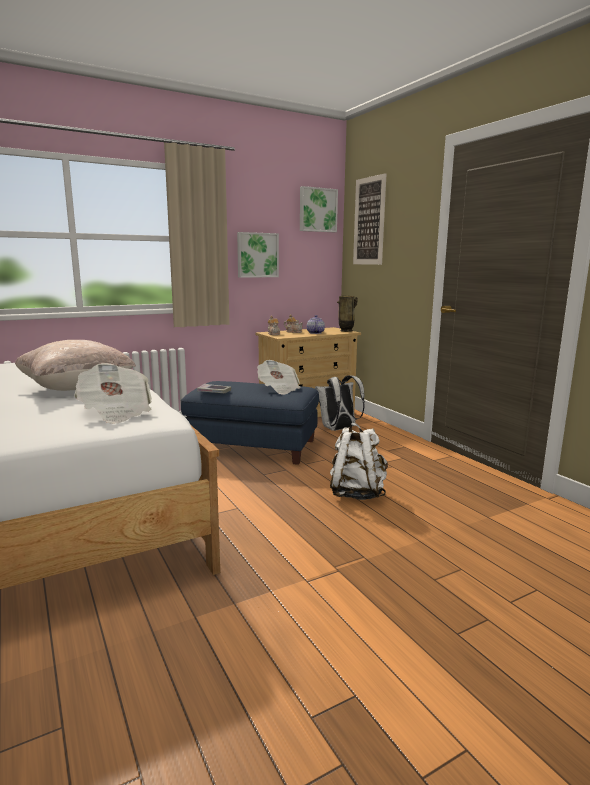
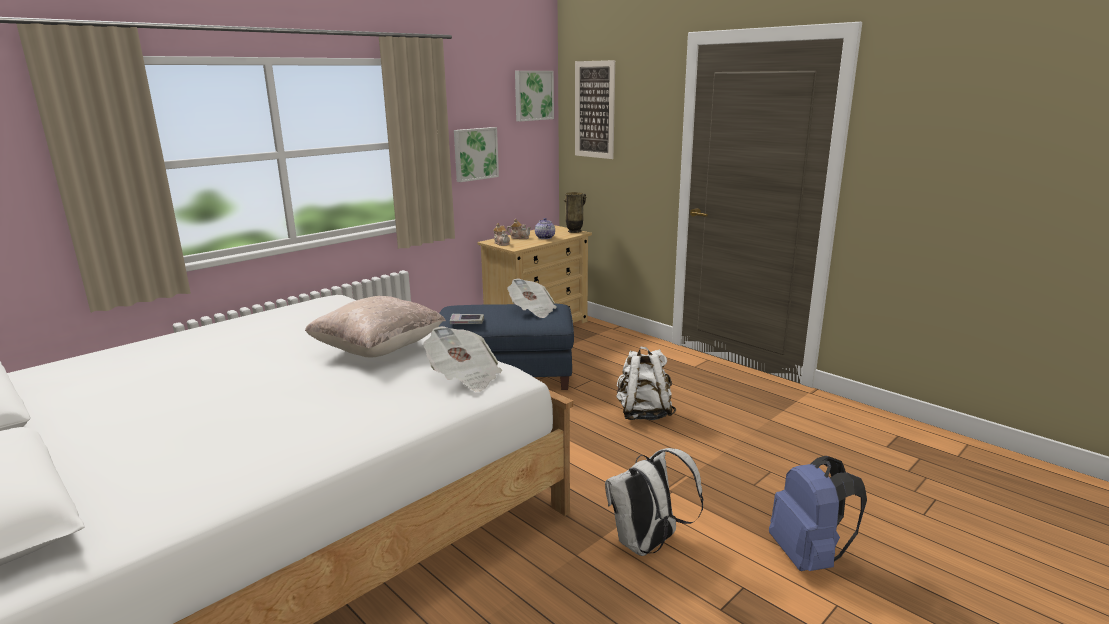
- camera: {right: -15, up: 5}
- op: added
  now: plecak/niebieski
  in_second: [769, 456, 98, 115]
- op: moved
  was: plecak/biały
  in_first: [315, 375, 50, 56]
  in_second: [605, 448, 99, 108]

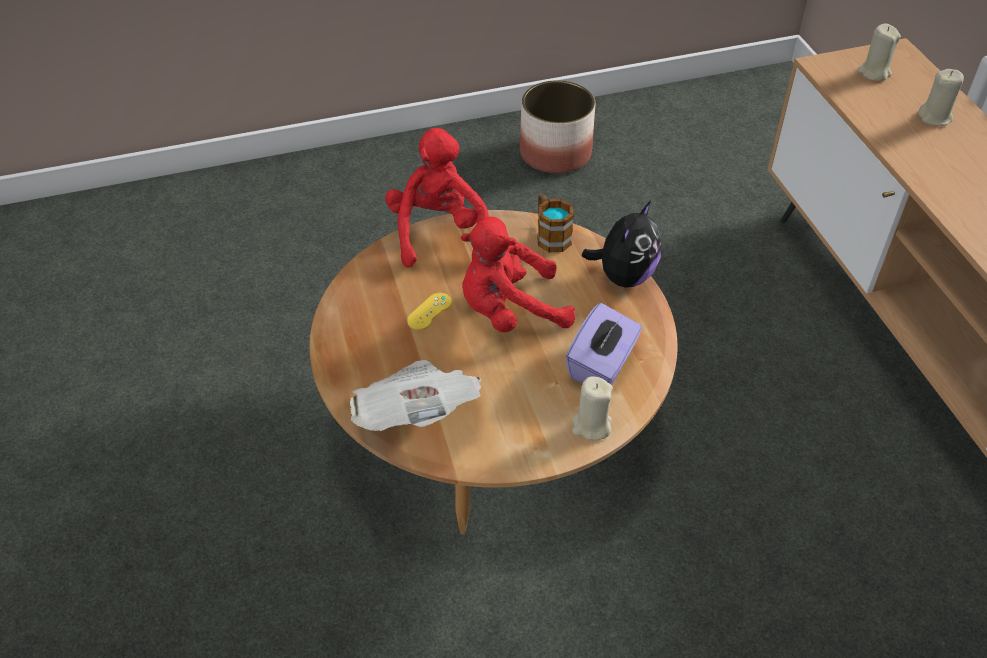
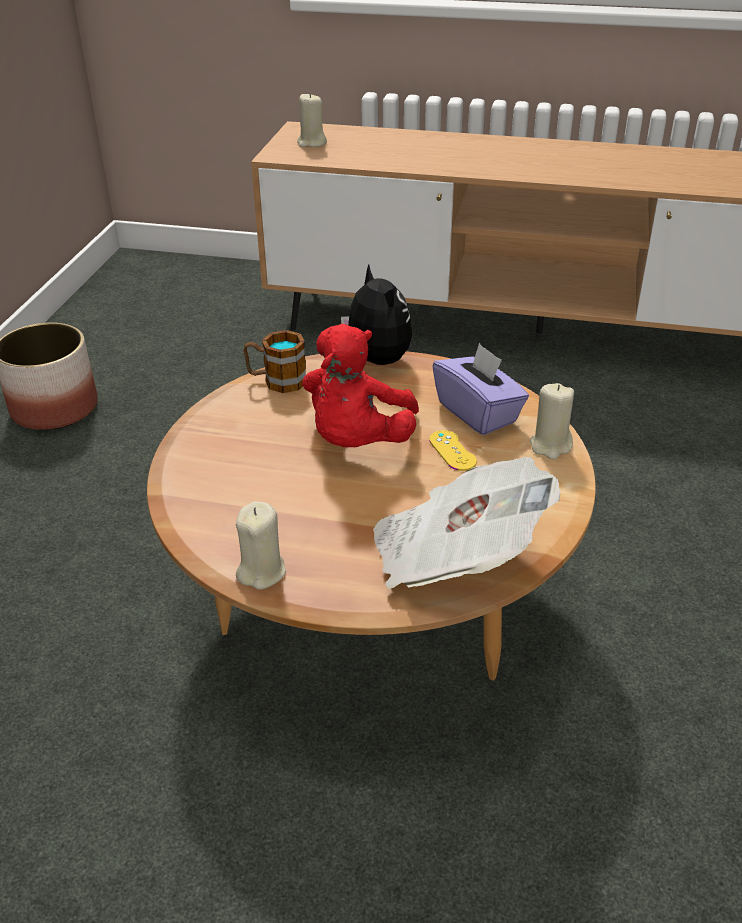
- camera: {right: -60, up: -10}
- op: removed
  was: pluszak/czerwony
  in_first: [385, 128, 104, 140]
- op: moved
  was: pad do gier/żółty
  in_first: [407, 293, 45, 37]
  in_second: [429, 430, 48, 41]
- op: moved
  was: świeca/beżowy
  in_first: [918, 69, 46, 57]
  in_second: [236, 501, 50, 89]

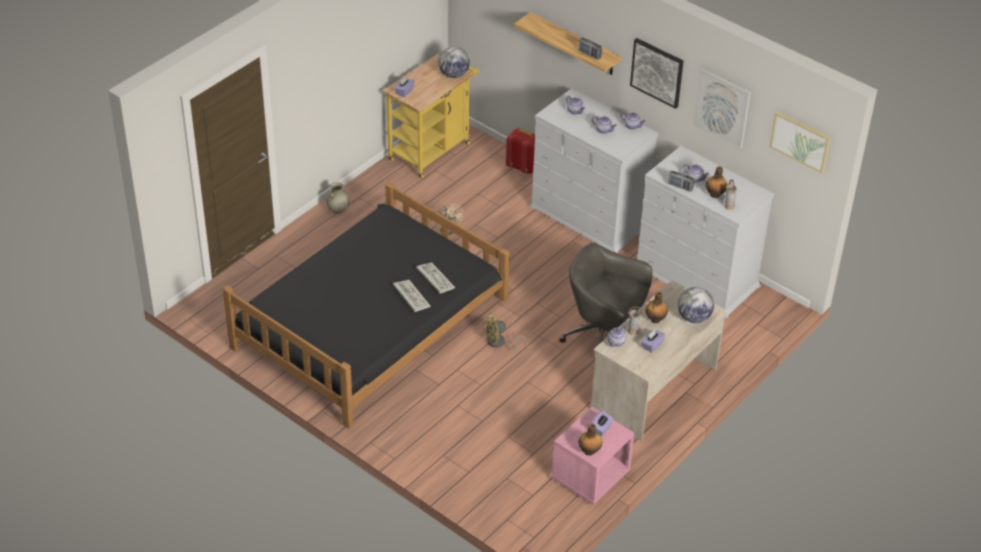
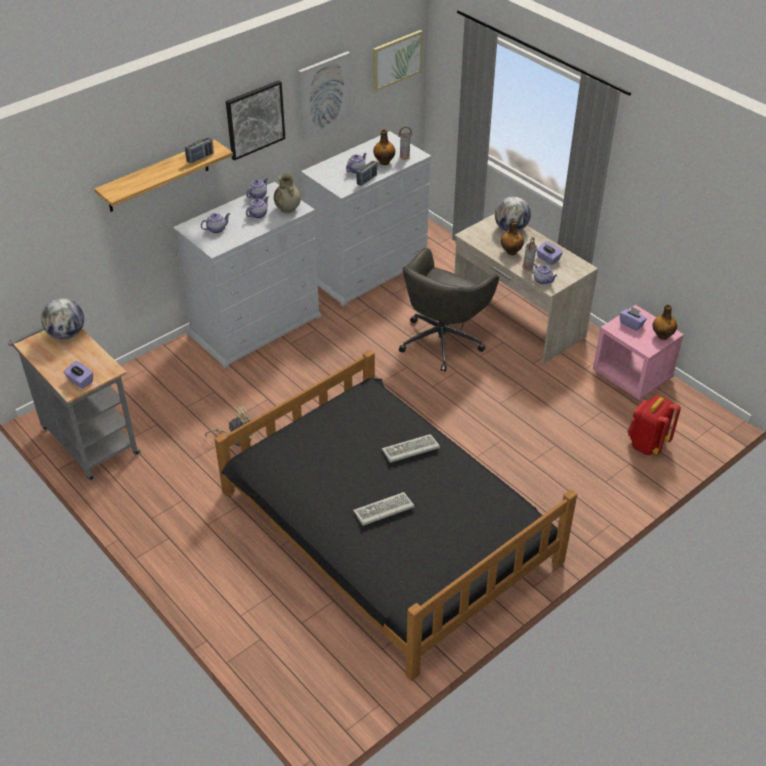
- camera: {right: -80, up: 0}
- op: removed
  was: wentylator/żółty
  in_first: [484, 312, 44, 40]
- op: moved
  was: wazon/beżowy
  in_first: [326, 182, 23, 32]
  in_second: [274, 173, 27, 40]
- op: moved
  was: klawiatura
  in_first: [416, 262, 39, 32]
  in_second: [353, 492, 62, 34]
- op: moved
  was: plecak/czerwony
  in_first: [506, 128, 29, 46]
  in_second: [628, 395, 53, 60]
- op: recoloured
  was: wózek/żółty
  now: wózek/szary
  in_first: [383, 54, 97, 125]
  in_second: [8, 327, 132, 154]

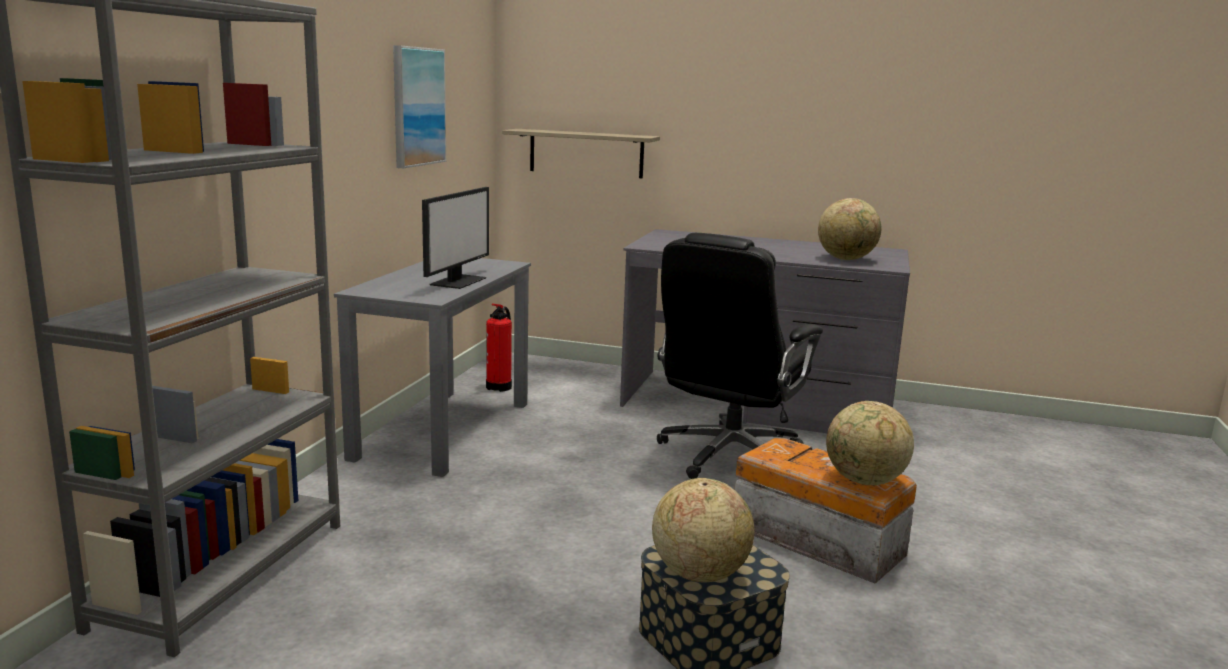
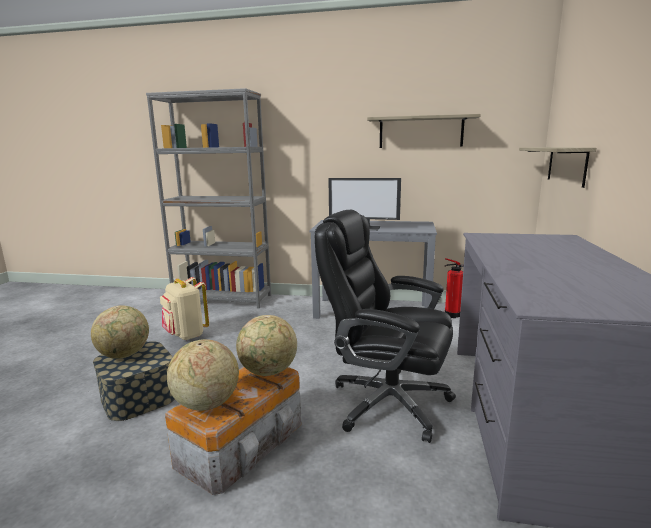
- camera: {right: 85, up: 0}
- op: added
  now: plecak/beżowy
  in_second: [160, 277, 49, 63]
- op: moved
  was: globus
  in_first: [818, 198, 63, 62]
  in_second: [236, 315, 61, 61]
- op: replaced
  was: obraz
  now: półka
  in_first: [393, 45, 53, 123]
  in_second: [367, 114, 114, 34]

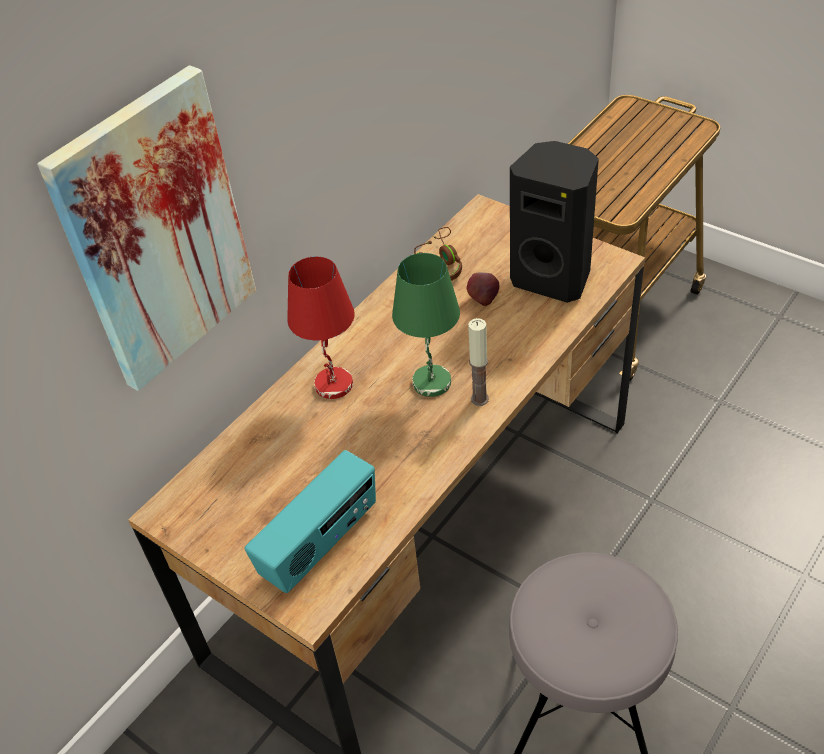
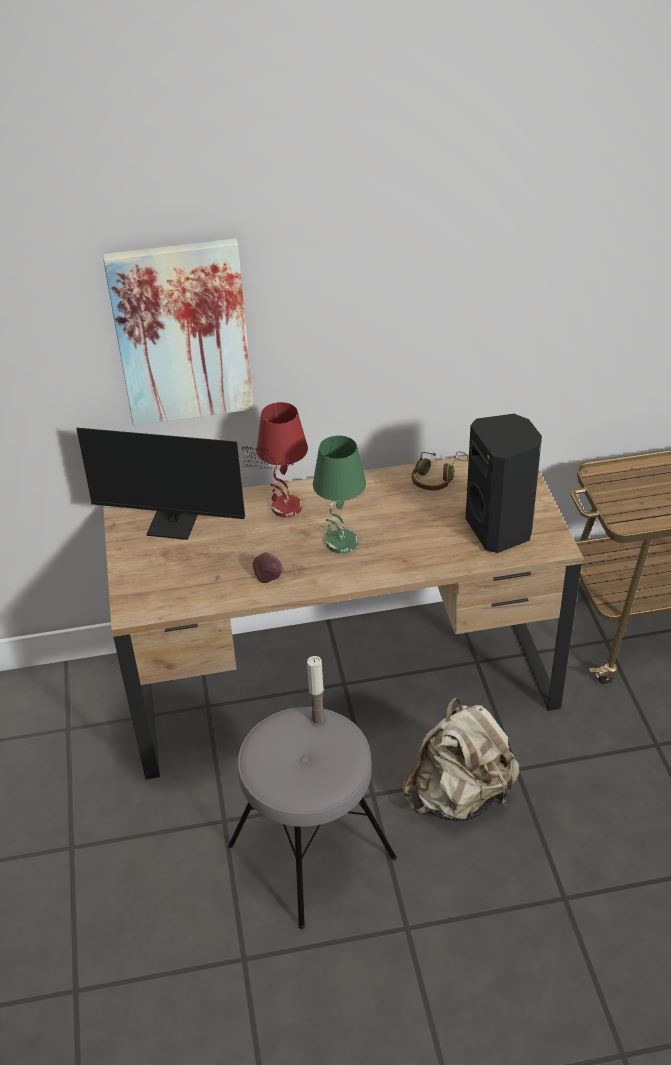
- camera: {right: 40, up: -5}
- op: removed
  was: radio
  in_first: [245, 450, 131, 143]
- op: added
  now: monitor
  in_second: [76, 428, 214, 112]
- op: added
  now: plecak/beżowy
  in_second: [402, 698, 118, 123]
- op: moved
  was: jabłko
  in_first: [466, 272, 33, 34]
  in_second: [253, 552, 30, 31]
- op: moved
  was: świeca
  in_first: [468, 318, 21, 88]
  in_second: [307, 656, 19, 70]

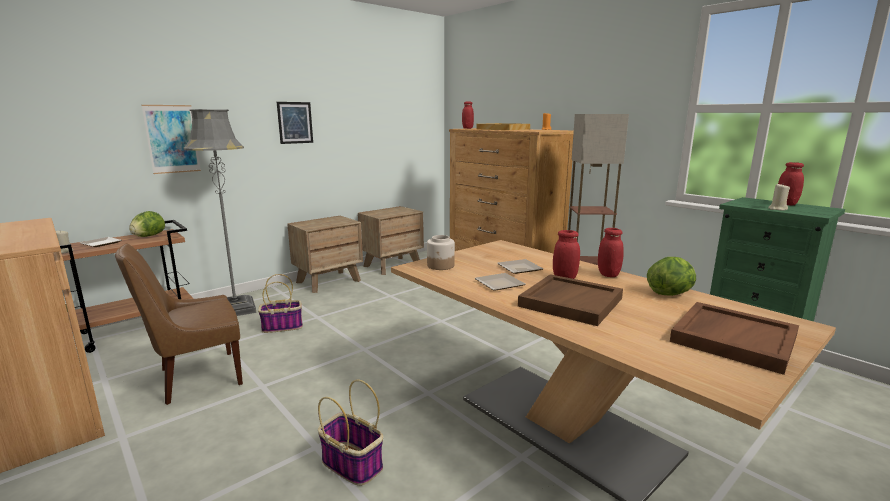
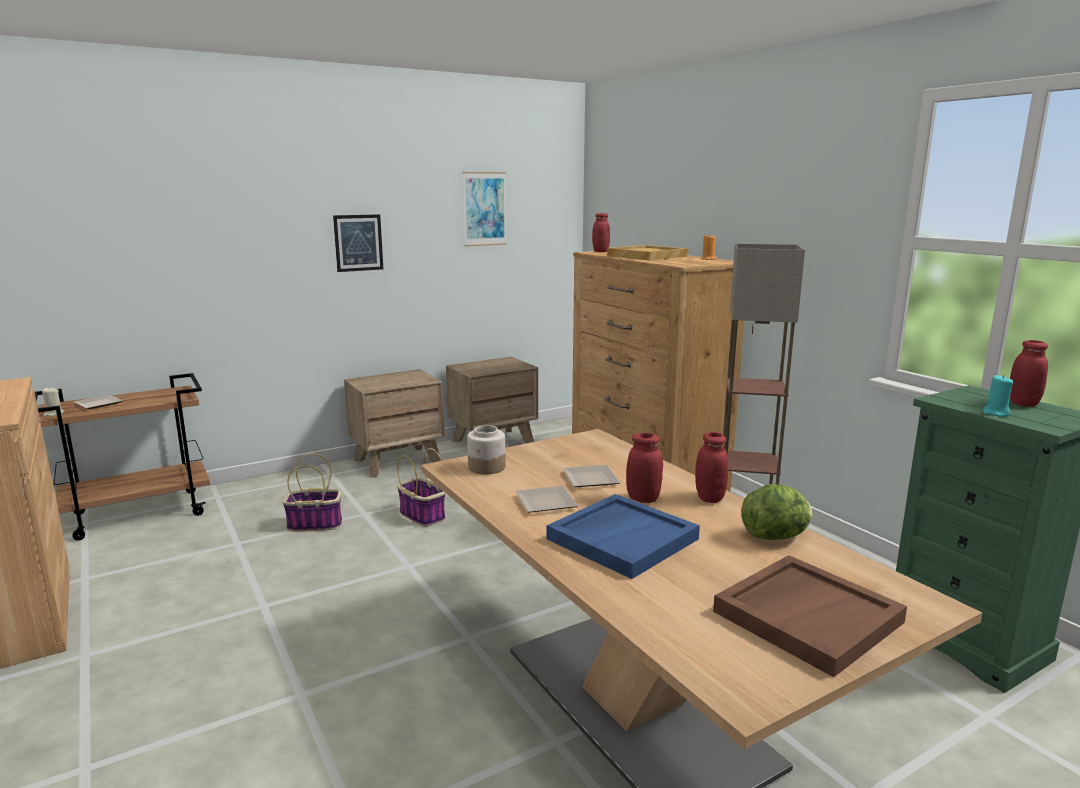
- camera: {right: 10, up: 0}
- op: removed
  was: krzesło/brązowy
  in_first: [115, 243, 128, 162]
- op: removed
  was: sałata
  in_first: [129, 211, 36, 26]
- op: removed
  was: lampa stojąca/szary
  in_first: [183, 109, 73, 207]
- op: moved
  was: obraz
  in_first: [141, 105, 60, 69]
  in_second: [463, 172, 44, 74]
- op: moved
  was: koszyk
  in_first: [318, 379, 65, 107]
  in_second: [397, 448, 48, 79]
- op: recoloured
  was: taca/brązowy
  now: taca/niebieski
  in_first: [518, 274, 105, 52]
  in_second: [547, 494, 153, 85]
- op: recoloured
  was: świeca/beżowy
  now: świeca/turkusowy
  in_first: [768, 184, 22, 26]
  in_second: [982, 375, 31, 42]

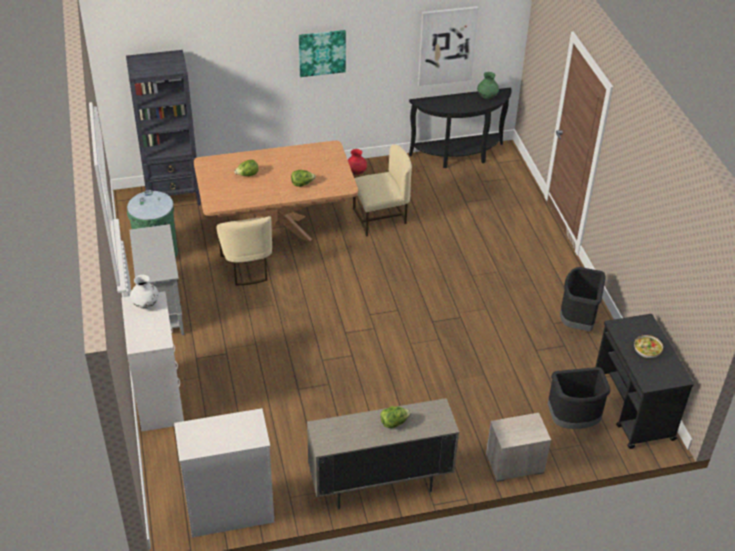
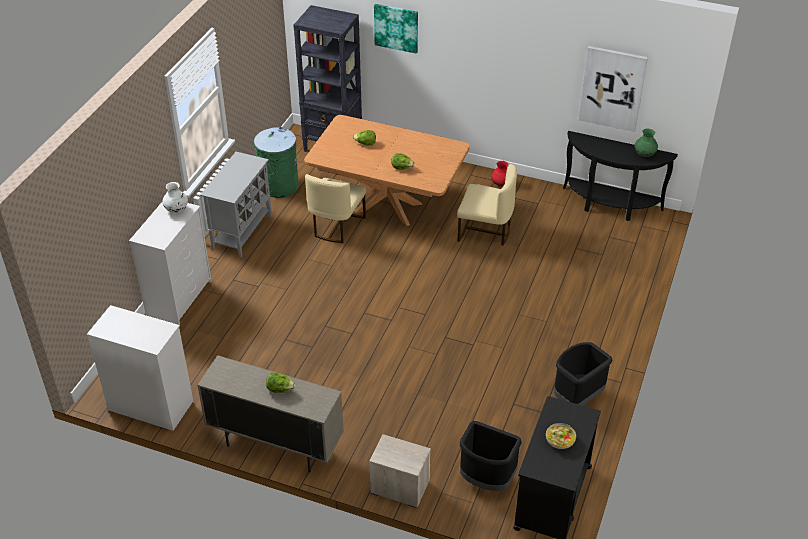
- camera: {right: 35, up: 0}
- op: moved
  was: obraz
  in_first: [299, 30, 47, 47]
  in_second: [374, 4, 44, 50]

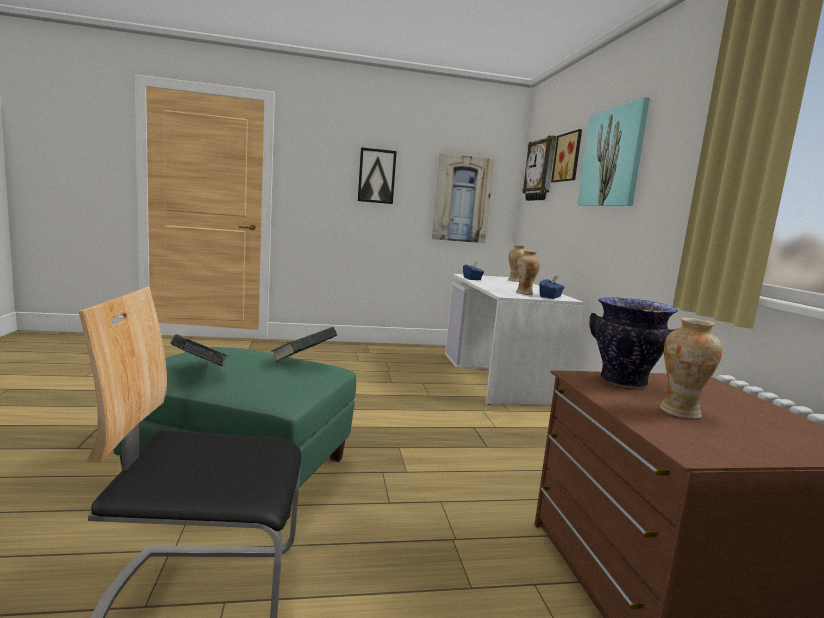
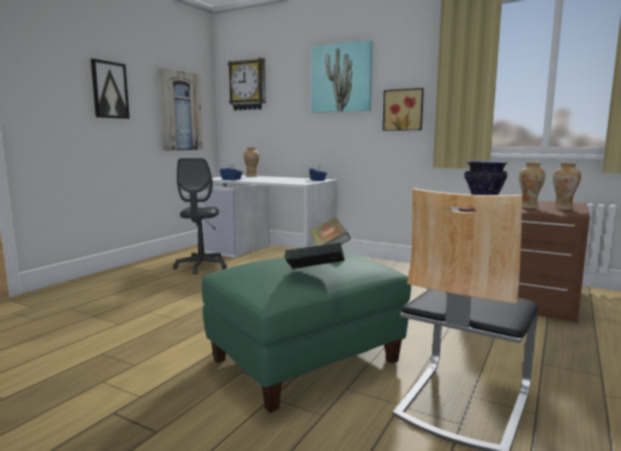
- camera: {right: -50, up: 0}
- op: added
  now: krzesło biurowe/szary
  in_second: [173, 158, 54, 117]
- op: moved
  was: wazon
  in_first: [516, 250, 25, 45]
  in_second: [553, 163, 28, 47]
- op: moved
  was: obraz
  in_first: [551, 129, 31, 53]
  in_second: [383, 88, 41, 43]

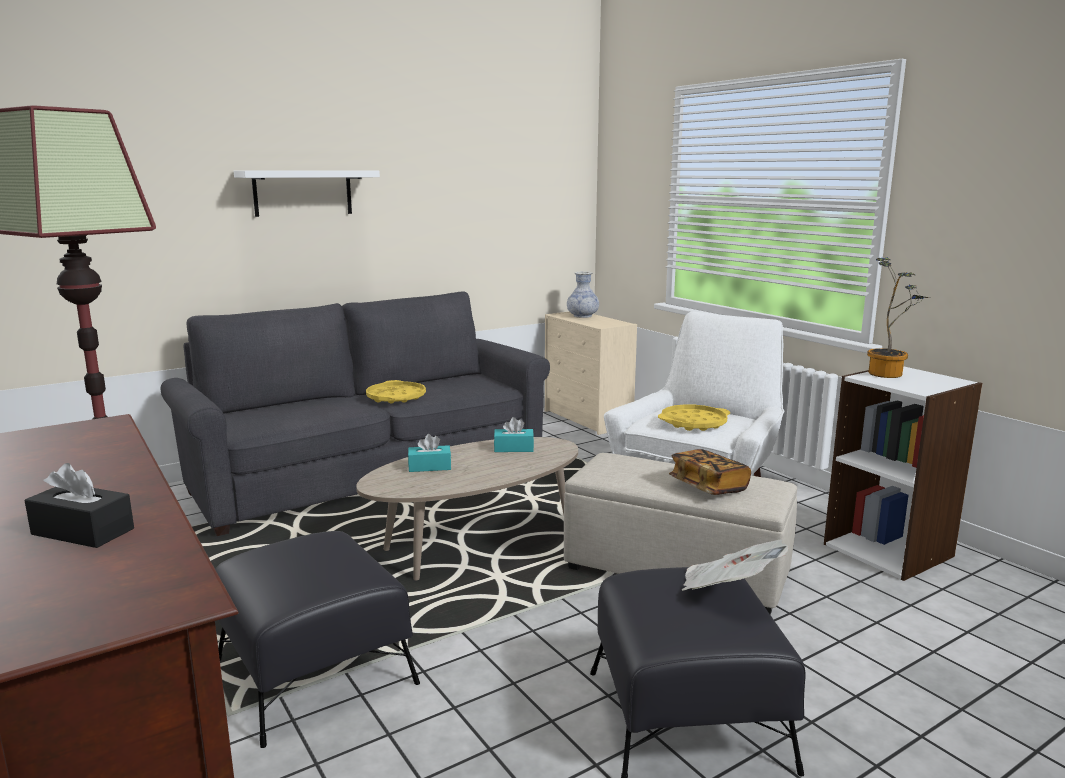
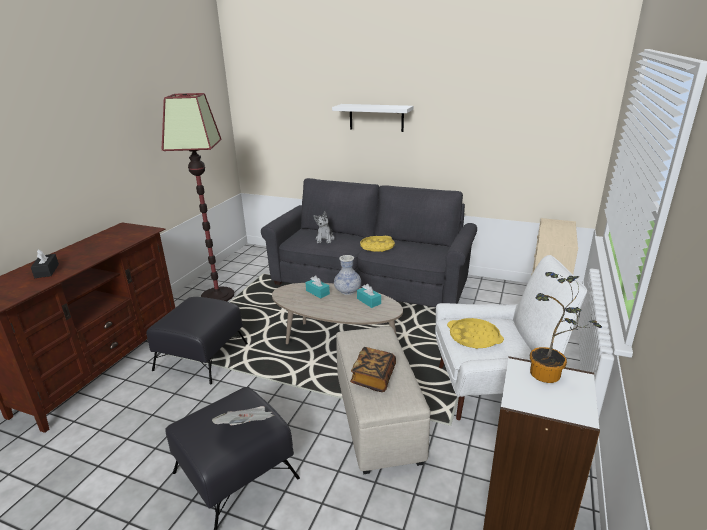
- camera: {right: 55, up: 10}
- op: added
  now: pluszak
  in_second: [313, 211, 22, 32]
- op: moved
  was: wazon
  in_first: [567, 271, 32, 47]
  in_second: [334, 255, 27, 40]

